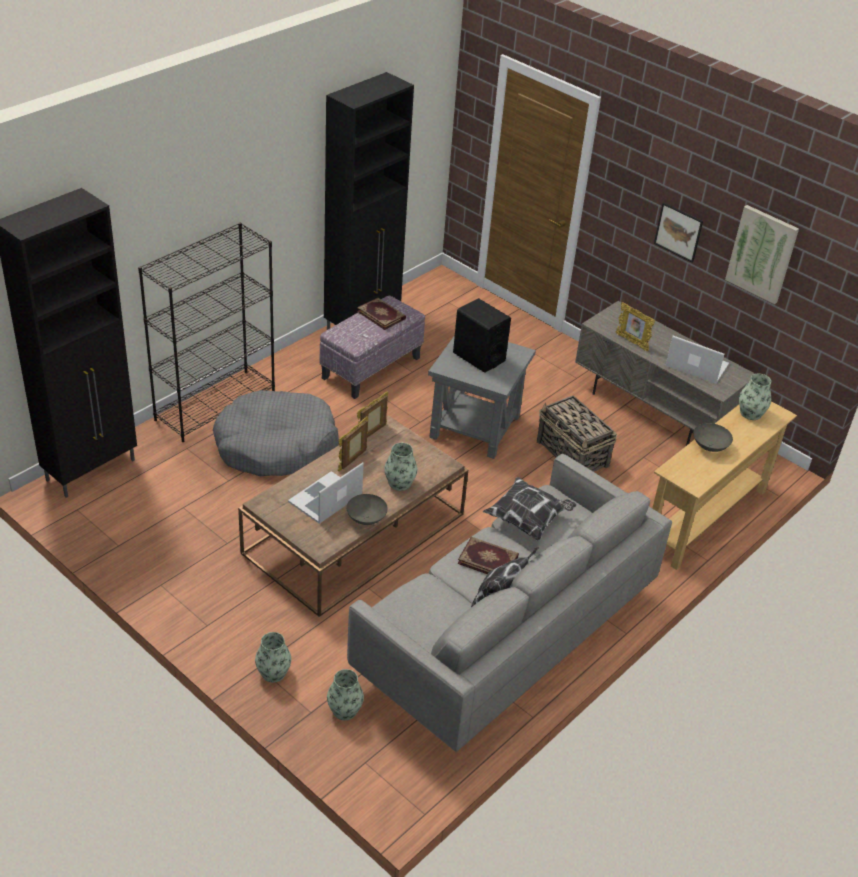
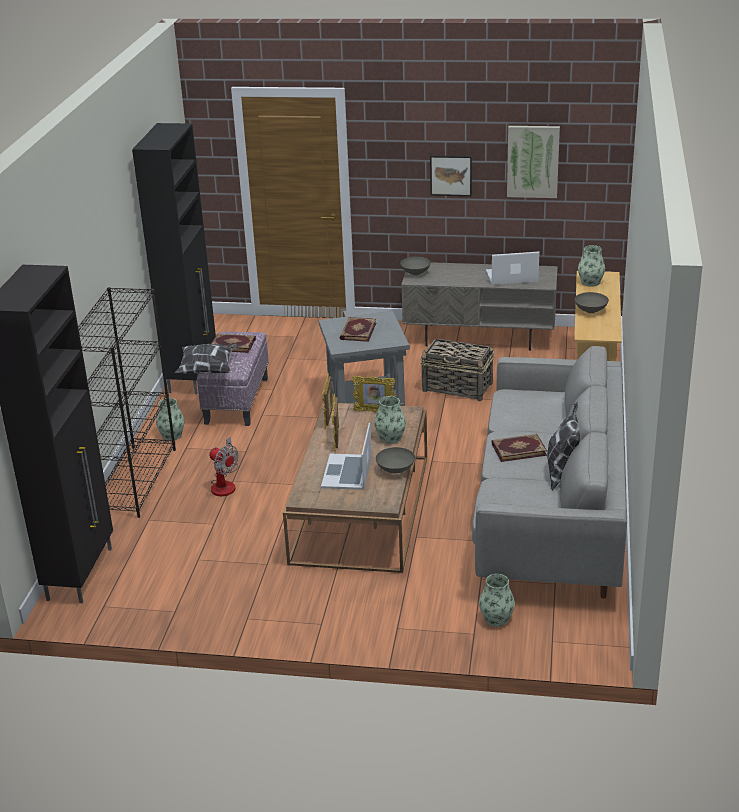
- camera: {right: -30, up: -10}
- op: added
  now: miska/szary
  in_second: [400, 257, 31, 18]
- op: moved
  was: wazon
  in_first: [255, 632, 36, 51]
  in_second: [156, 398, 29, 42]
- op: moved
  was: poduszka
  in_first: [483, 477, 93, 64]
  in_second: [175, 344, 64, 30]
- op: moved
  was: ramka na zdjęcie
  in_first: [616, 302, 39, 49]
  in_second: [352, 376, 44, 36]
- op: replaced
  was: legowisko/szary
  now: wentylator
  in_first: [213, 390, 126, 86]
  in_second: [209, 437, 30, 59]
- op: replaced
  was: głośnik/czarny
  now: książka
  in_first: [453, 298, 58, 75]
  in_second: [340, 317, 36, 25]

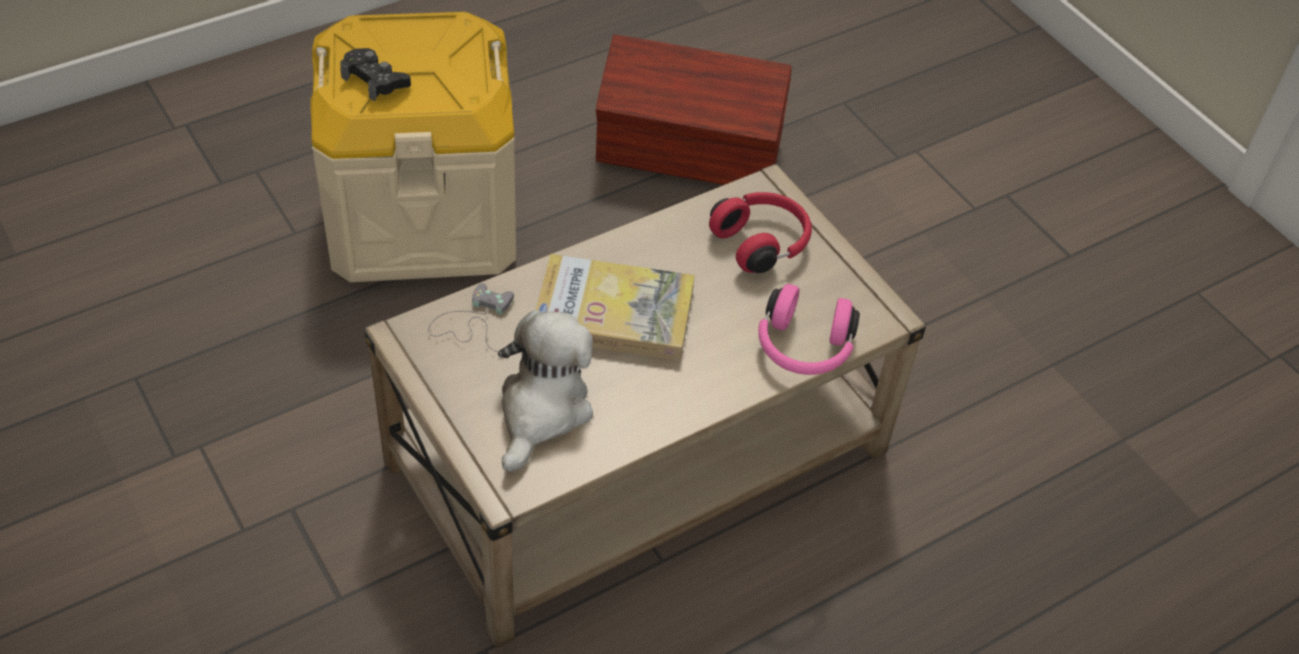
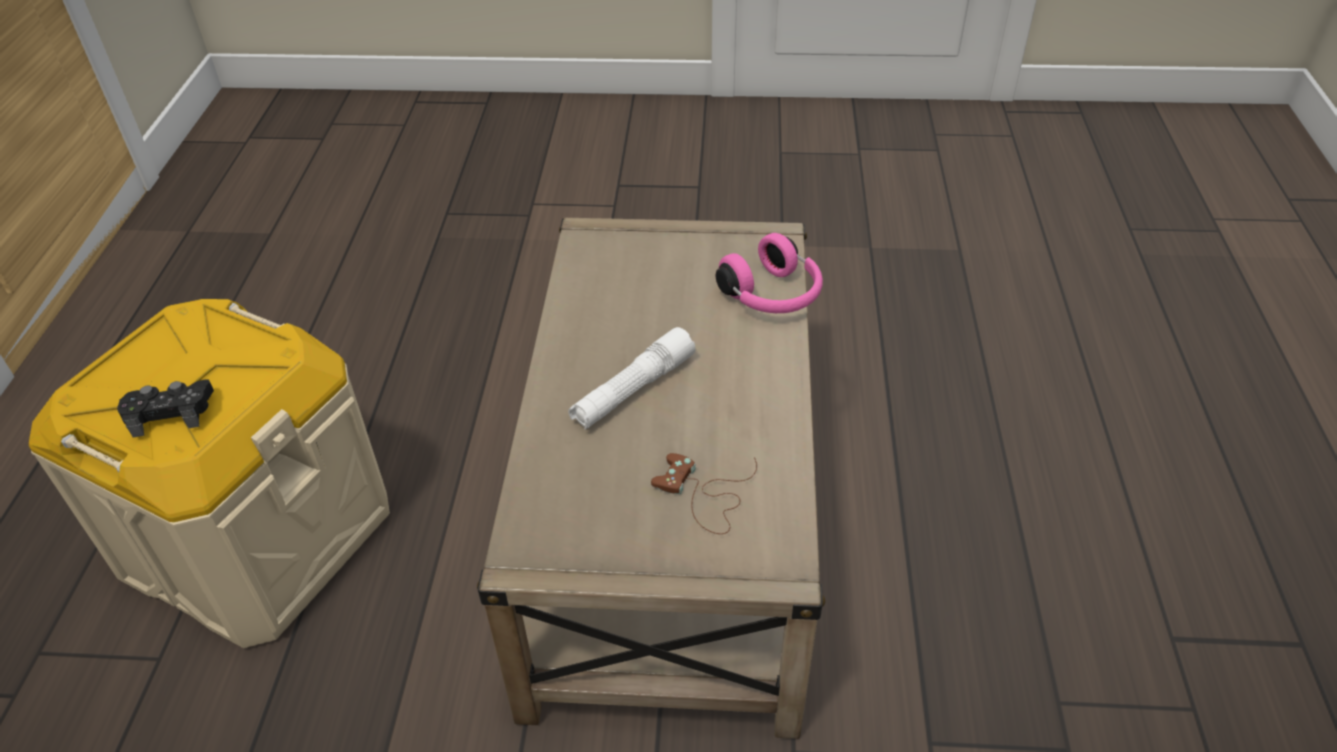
- camera: {right: -50, up: -5}
- op: removed
  was: pad do gier/szary
  in_first: [428, 283, 86, 69]
- op: removed
  was: pojemnik do przechowywania/brązowy
  in_first: [596, 34, 196, 151]
- op: removed
  was: słuchawki/czerwony
  in_first: [709, 192, 103, 81]
- op: replaced
  was: pluszak
  now: pad do gier/brązowy
  in_first: [498, 310, 95, 162]
  in_second: [651, 453, 106, 81]
- op: replaced
  was: książka
  now: latarka/biały
  in_first: [536, 254, 159, 107]
  in_second: [568, 327, 128, 102]

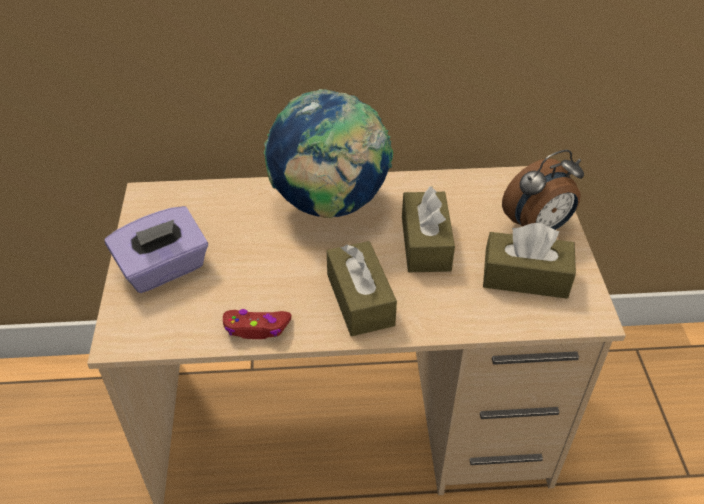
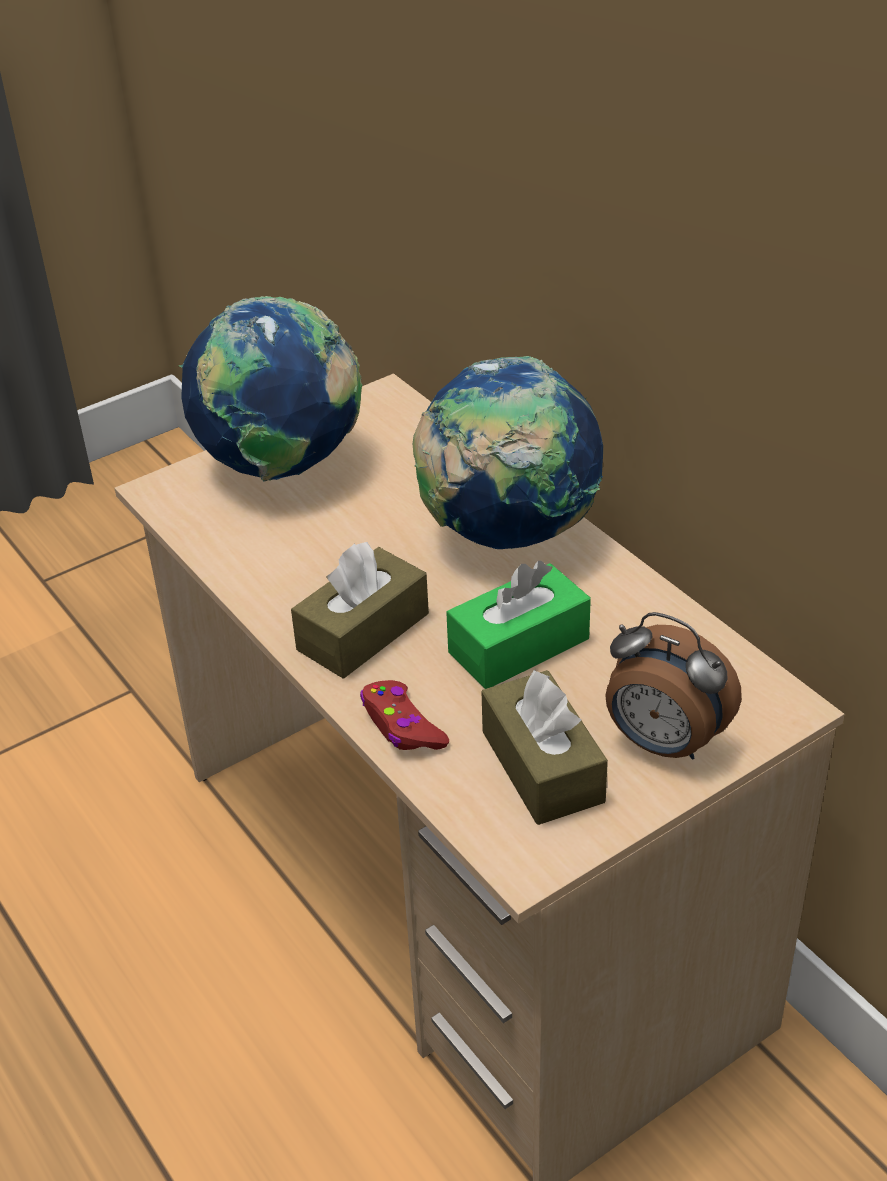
- camera: {right: 60, up: -5}
- op: moved
  was: pad do gier/czerwony
  in_first: [223, 309, 68, 30]
  in_second: [360, 680, 89, 70]
- op: replaced
  was: pudełko chusteczek/fioletowy
  now: globus
  in_first: [104, 206, 104, 87]
  in_second: [179, 296, 183, 186]
- op: recoloured
  was: pudełko chusteczek/brązowy
  now: pudełko chusteczek/zielony
  in_first: [402, 186, 53, 86]
  in_second: [446, 561, 145, 128]

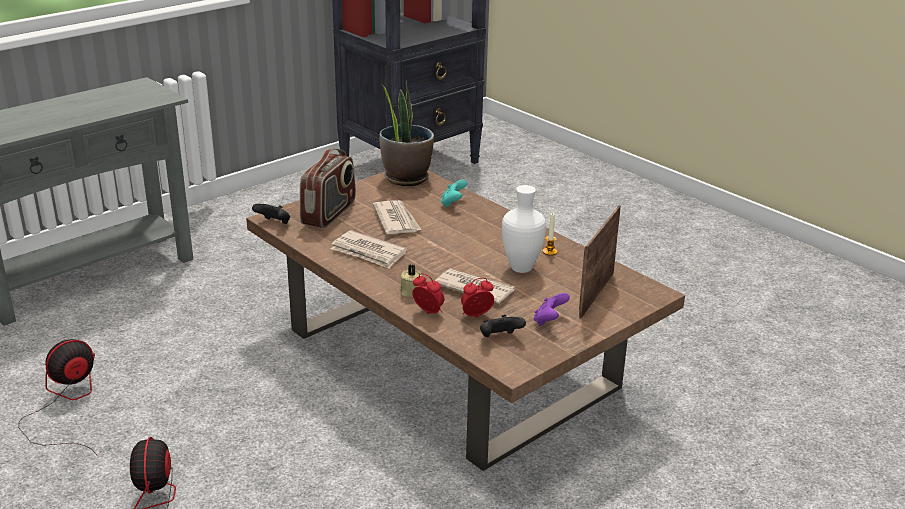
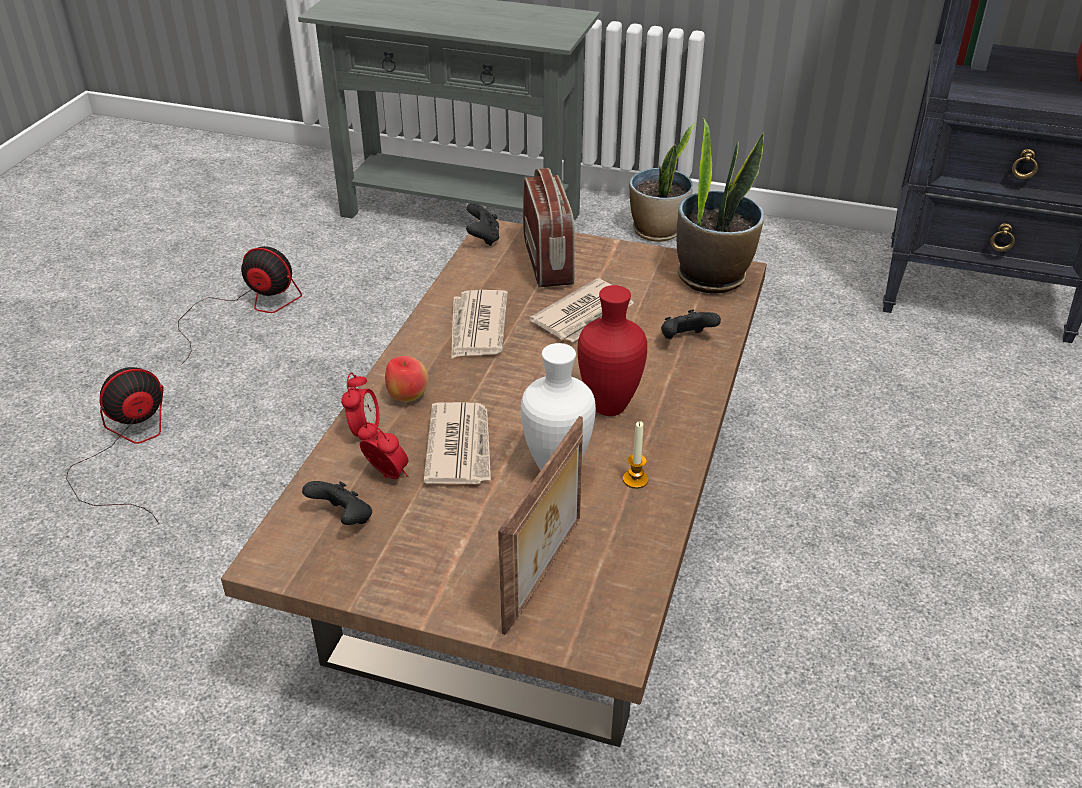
- camera: {right: 60, up: 10}
- op: removed
  was: pad do gier/fioletowy
  in_first: [534, 293, 36, 33]
- op: added
  now: wazon/czerwony
  in_second: [577, 285, 70, 131]
- op: added
  now: roślina doniczkowa
  in_second: [629, 124, 66, 118]
- op: replaced
  was: świeca/beżowy
  now: jabłko
  in_first: [399, 265, 23, 32]
  in_second: [385, 356, 43, 46]
- op: recoloured
  was: pad do gier/turkusowy
  now: pad do gier/czarny
  in_first: [441, 180, 26, 27]
  in_second: [661, 309, 60, 30]
- op: turned
  was: radio
  in_first: [300, 149, 56, 79]
  in_second: [523, 168, 52, 119]
  clockwise: -90
- op: turned
  was: ramka na zdjęcie
  in_first: [579, 205, 42, 113]
  in_second: [498, 416, 85, 219]
  clockwise: 120

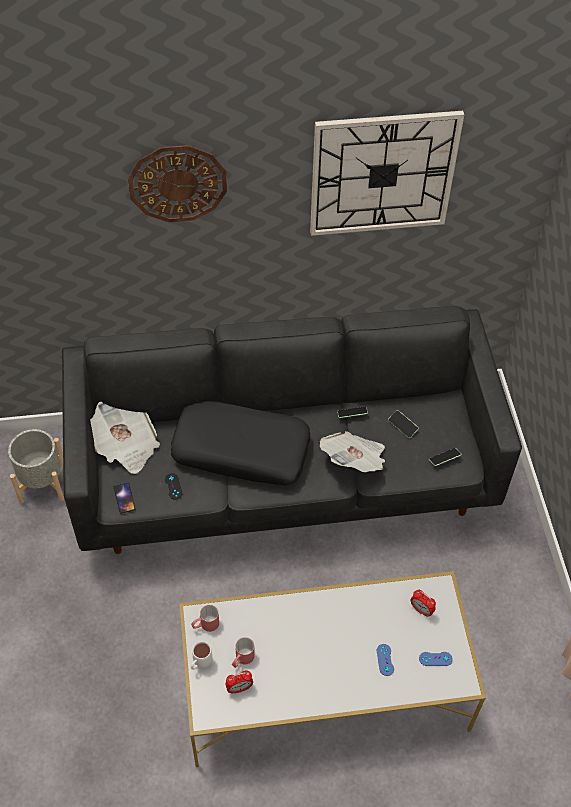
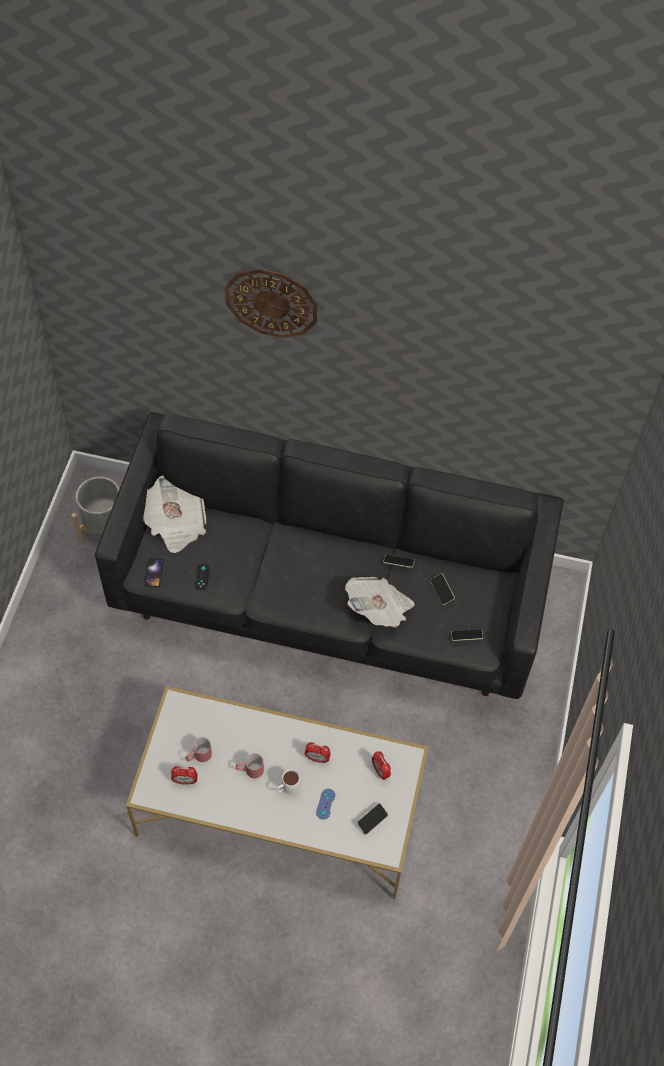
- camera: {right: 20, up: 5}
- op: removed
  was: poduszka/czarny
  in_first: [171, 401, 139, 84]
- op: removed
  was: zegar ścienny
  in_first: [310, 111, 154, 125]
- op: added
  now: budzik
  in_second: [305, 742, 26, 21]
- op: moved
  was: kubek/czerwony
  in_first: [191, 605, 28, 27]
  in_second: [236, 753, 28, 25]
- op: moved
  was: kubek/biały
  in_first: [191, 641, 21, 29]
  in_second: [277, 769, 23, 25]
- op: replaced
  was: pad do gier/niebieski
  now: telefon
  in_first: [419, 652, 34, 14]
  in_second: [357, 803, 31, 32]

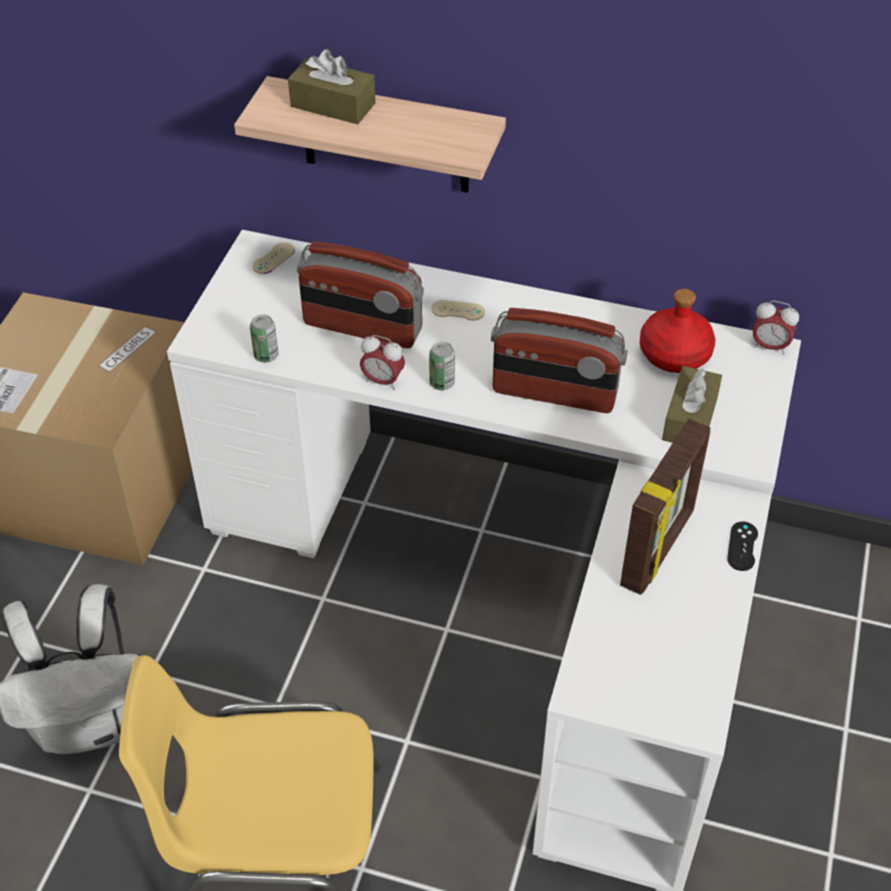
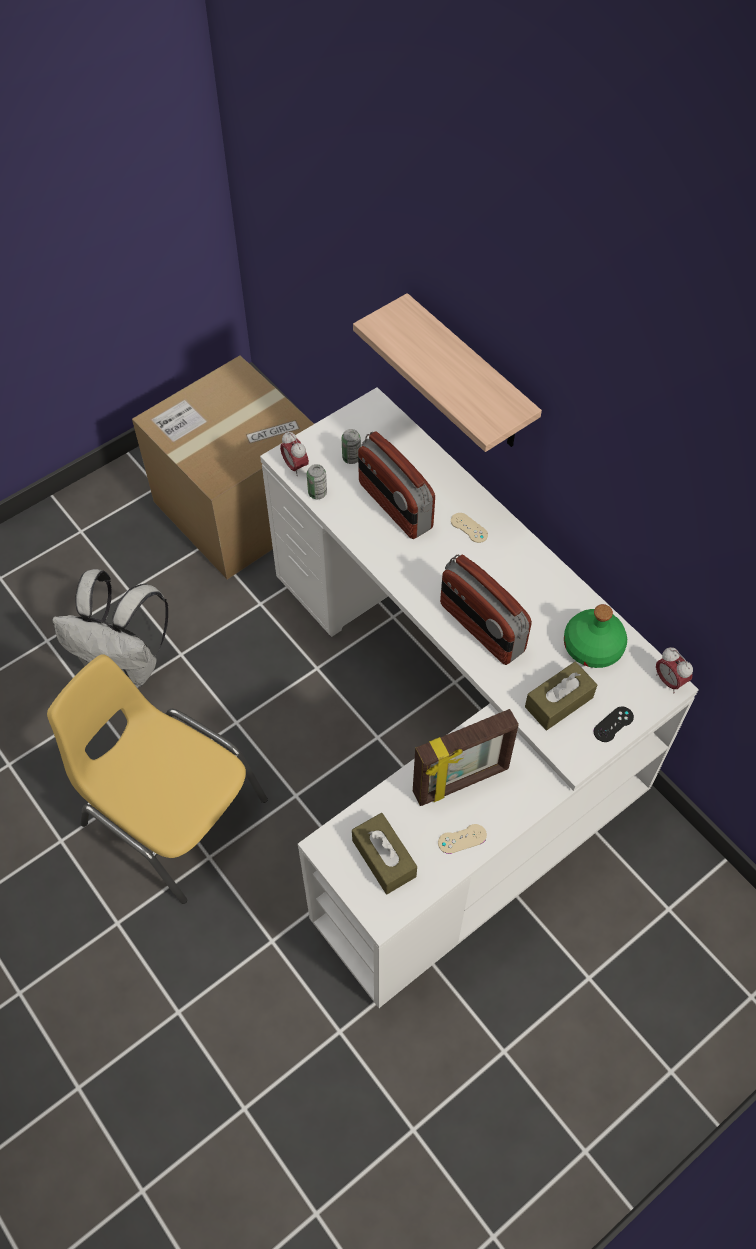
- camera: {right: 35, up: 10}
- op: moved
  was: pad do gier/beżowy
  in_first: [252, 242, 43, 32]
  in_second: [438, 824, 49, 30]
- op: moved
  was: pudełko chusteczek/brązowy
  in_first: [288, 49, 88, 75]
  in_second: [352, 813, 65, 81]
- op: moved
  was: budzik
  in_first: [360, 335, 45, 55]
  in_second: [280, 432, 29, 44]
- op: moved
  was: puszka
  in_first: [429, 342, 26, 48]
  in_second: [341, 429, 20, 35]
- op: moved
  was: pad do gier/czarny
  in_first: [727, 521, 31, 50]
  in_second: [594, 707, 40, 35]
- op: recoloured
  was: butelka/czerwony
  now: butelka/zielony
  in_first: [640, 289, 75, 84]
  in_second: [564, 604, 63, 64]

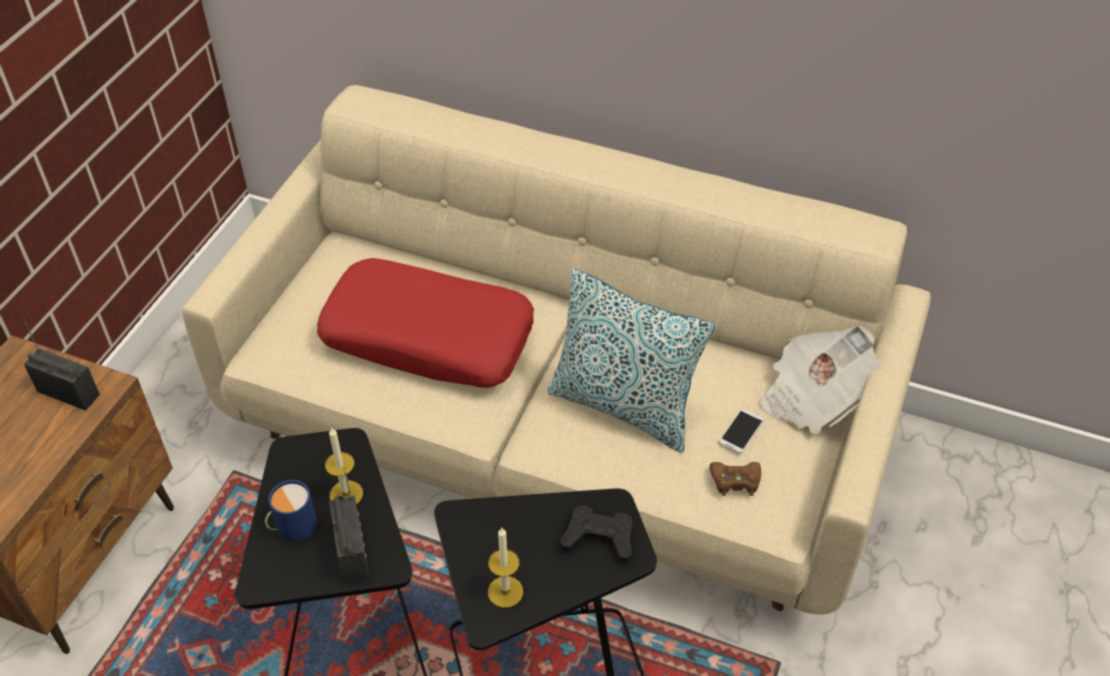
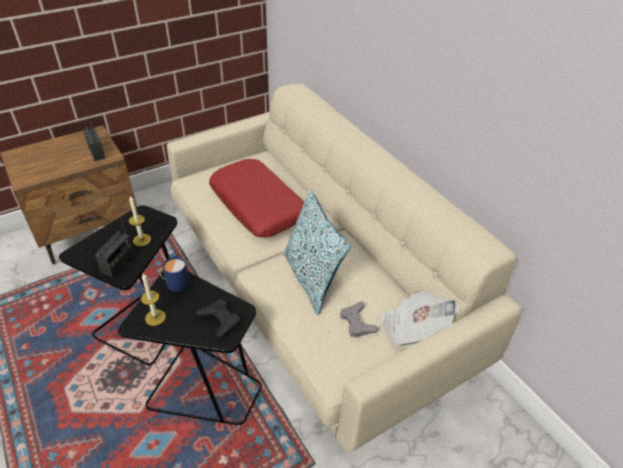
- camera: {right: 35, up: -5}
- op: removed
  was: pad do gier/brązowy
  in_first: [710, 462, 51, 34]
- op: moved
  was: kubek/niebieski
  in_first: [265, 480, 52, 61]
  in_second: [159, 257, 31, 35]
- op: replaced
  was: telefon
  now: pad do gier/szary
  in_first: [719, 408, 45, 46]
  in_second: [340, 301, 38, 37]

